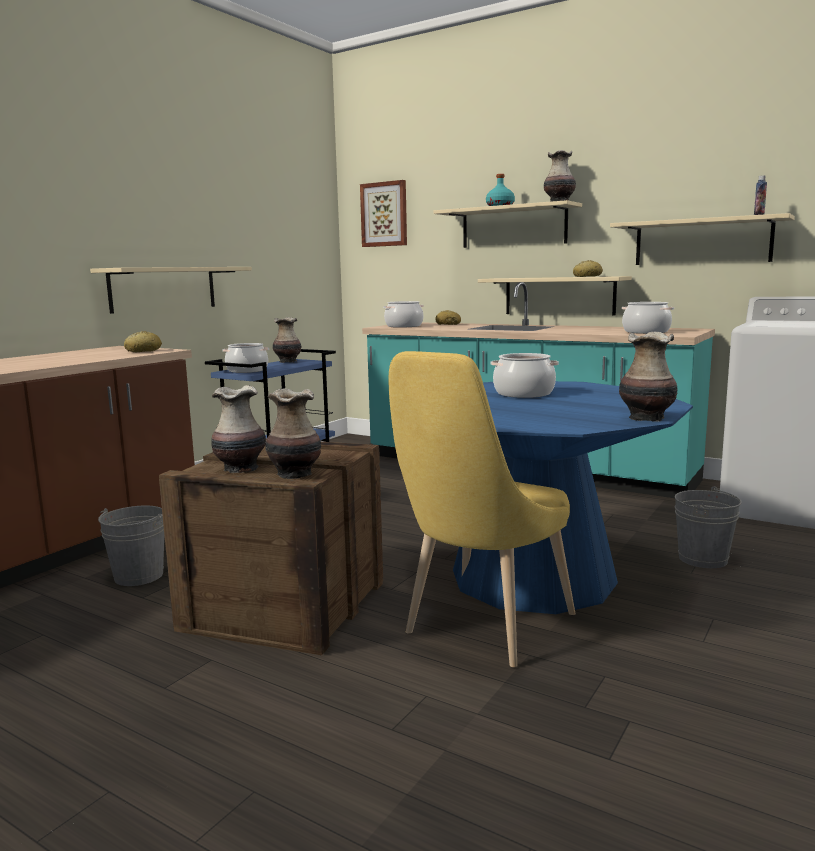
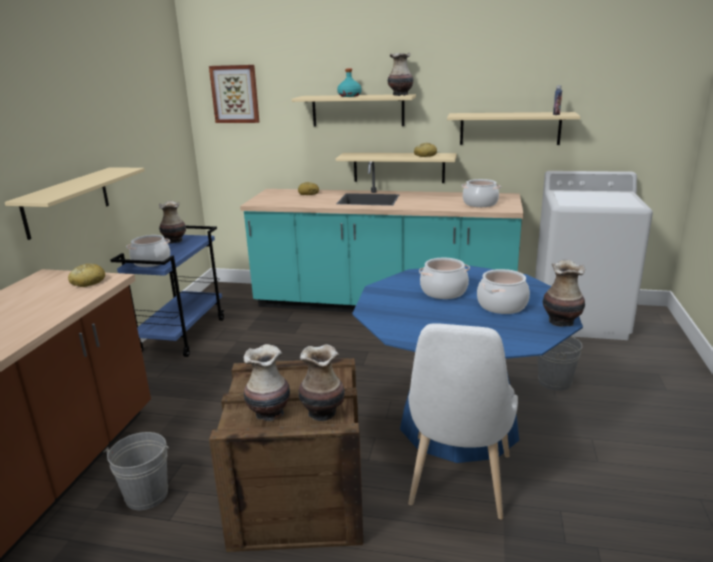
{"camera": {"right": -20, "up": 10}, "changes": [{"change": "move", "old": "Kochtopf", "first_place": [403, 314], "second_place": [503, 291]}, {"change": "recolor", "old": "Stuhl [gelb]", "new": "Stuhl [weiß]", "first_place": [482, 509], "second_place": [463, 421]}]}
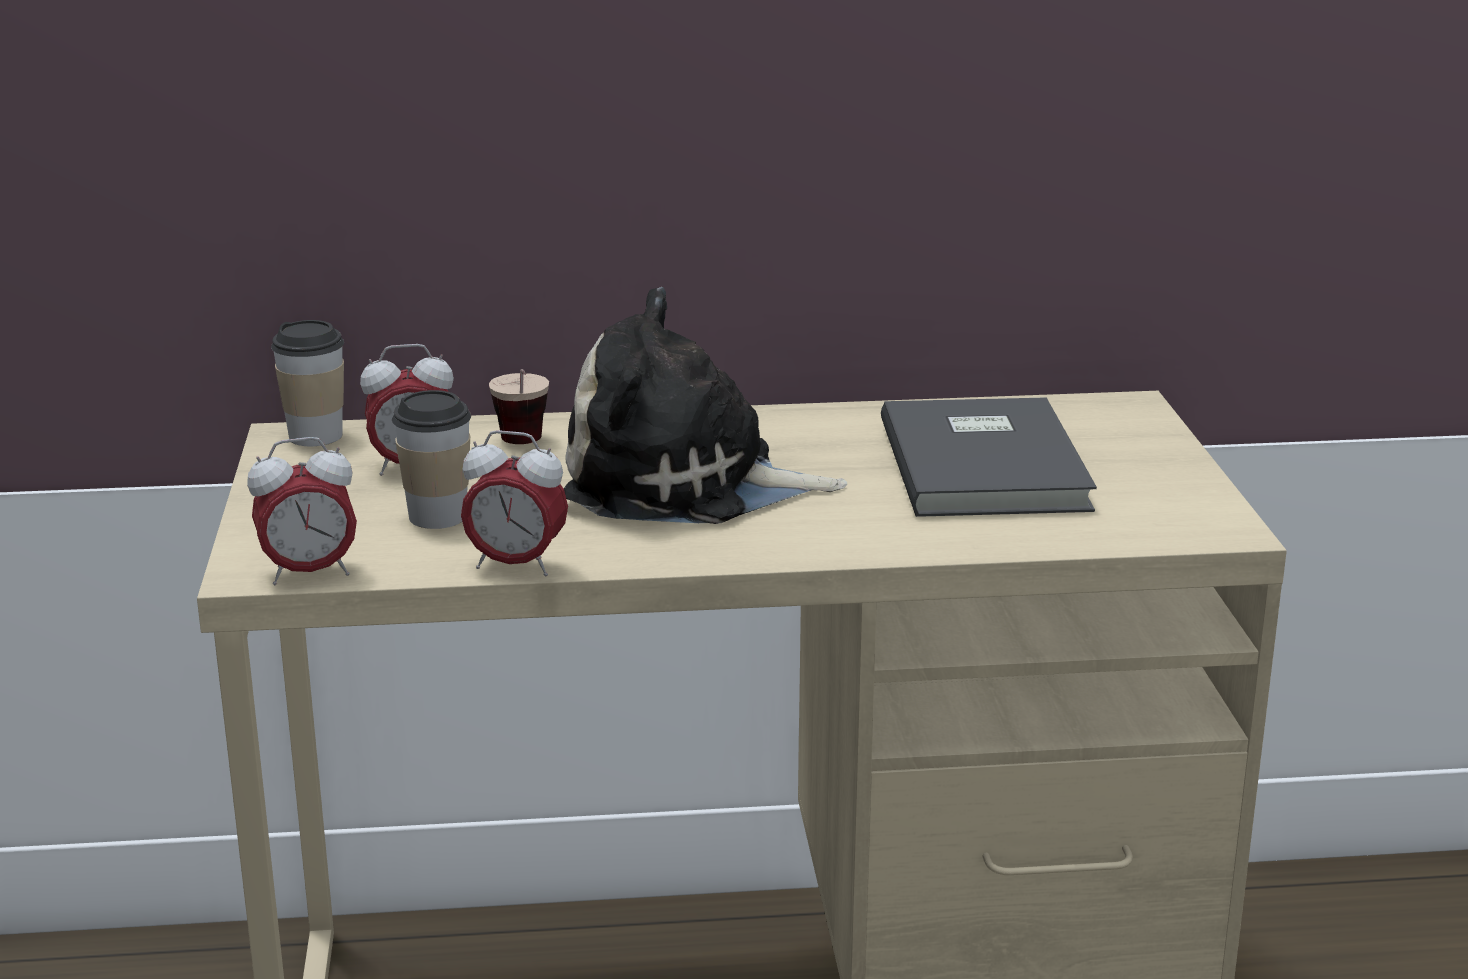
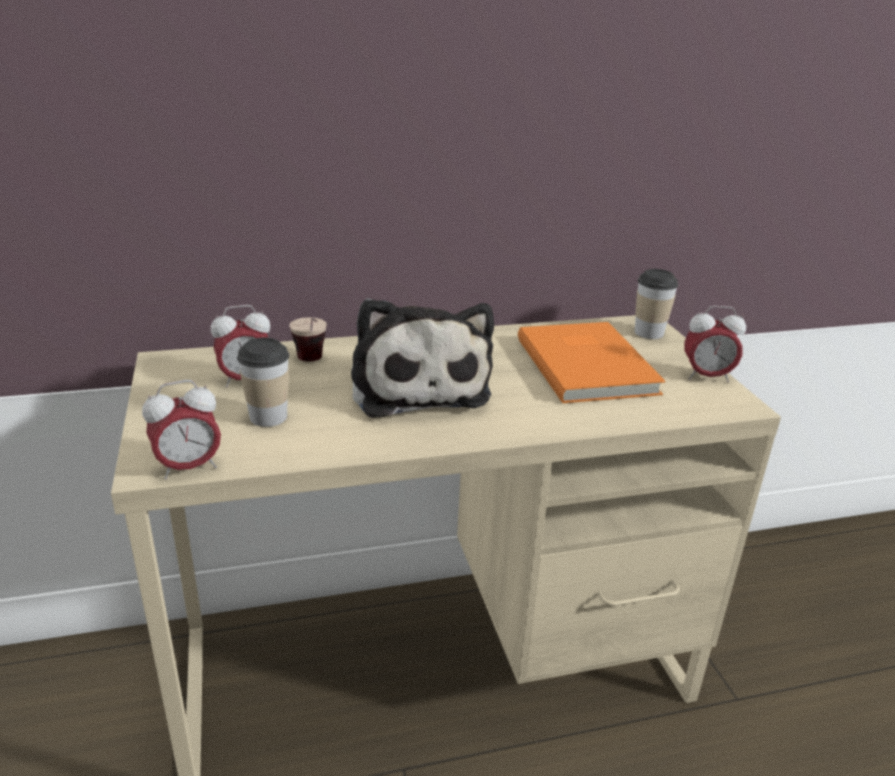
{"camera": {"right": -10, "up": 5}, "changes": [{"change": "move", "old": "Tasse", "first_place": [307, 383], "second_place": [656, 304]}, {"change": "move", "old": "Wecker", "first_place": [514, 503], "second_place": [715, 344]}, {"change": "recolor", "old": "Buch [grau]", "new": "Buch [orange]", "first_place": [989, 457], "second_place": [591, 362]}, {"change": "rotate", "old": "Plüschtier", "first_place": [705, 405], "second_place": [422, 358], "degrees": -105}]}
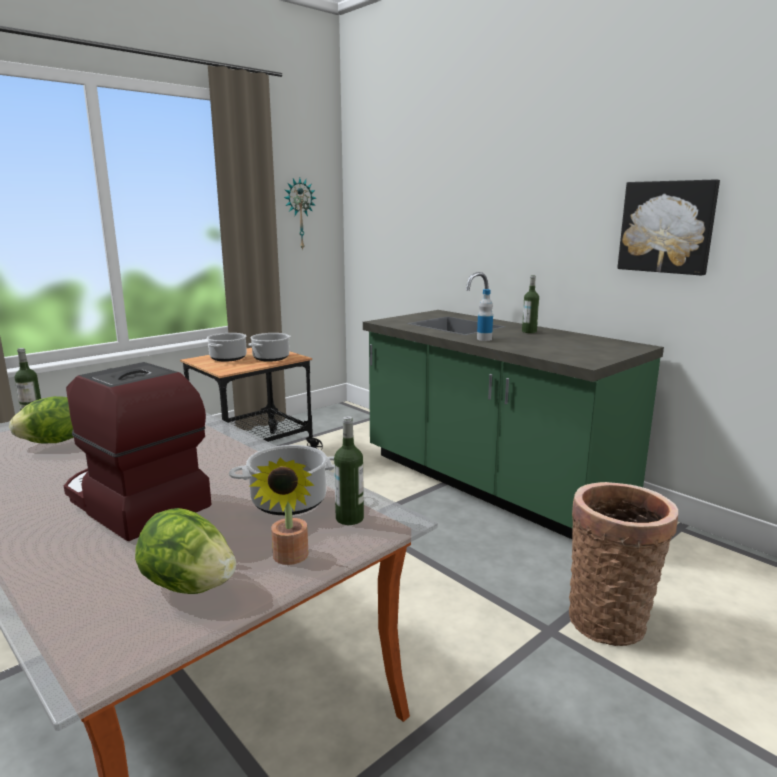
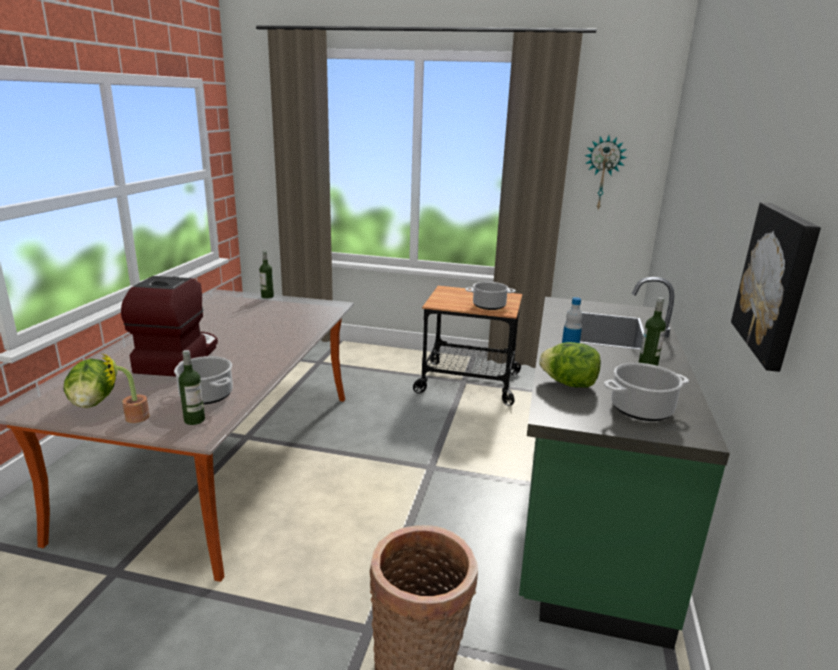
{"camera": {"right": 55, "up": 5}, "changes": [{"change": "move", "old": "Salatkopf", "first_place": [41, 420], "second_place": [570, 365]}, {"change": "move", "old": "Kochtopf", "first_place": [227, 347], "second_place": [646, 392]}]}
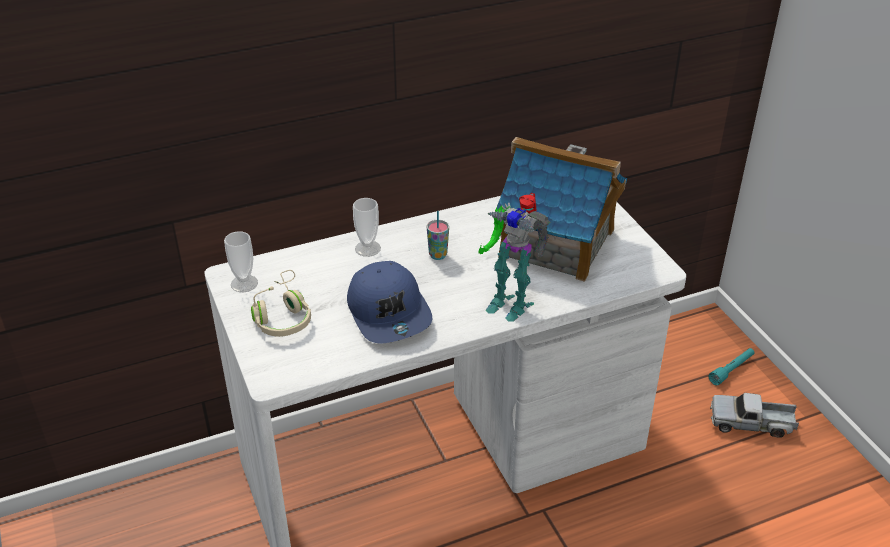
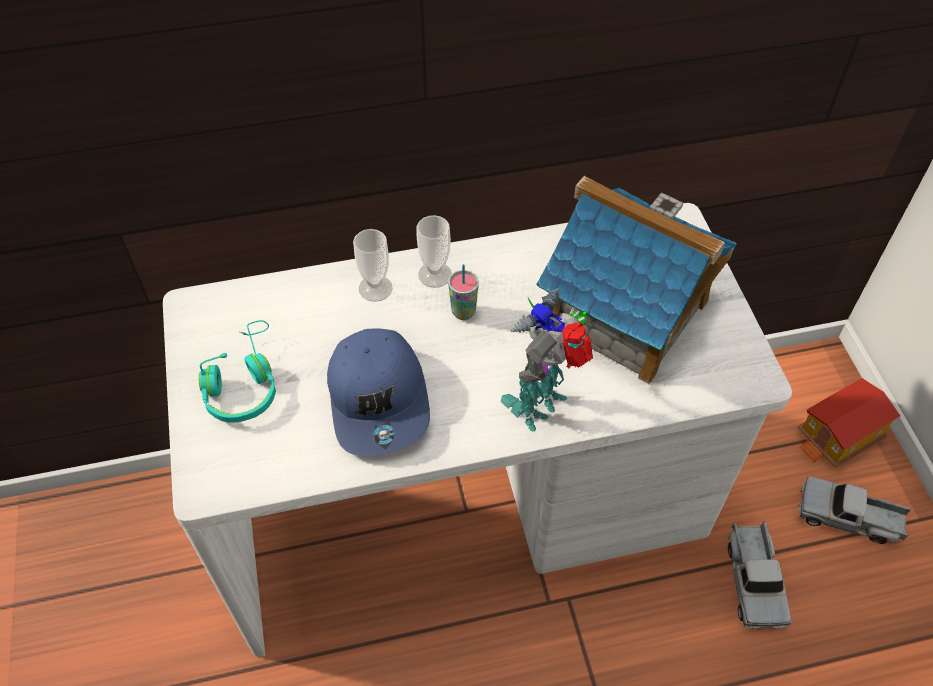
{"camera": {"right": 10, "up": 15}, "changes": [{"change": "insert", "new": "Spielzeuglaster", "second_place": [760, 575]}, {"change": "move", "old": "Tasse", "first_place": [241, 261], "second_place": [434, 251]}, {"change": "replace", "old": "Taschenlampe [türkis]", "new": "Spielzeughaus", "first_place": [731, 366], "second_place": [849, 423]}, {"change": "recolor", "old": "Kopfhörer [beige]", "new": "Kopfhörer [türkis]", "first_place": [281, 303], "second_place": [237, 371]}, {"change": "rotate", "old": "Spielzeugroboter", "first_place": [514, 257], "second_place": [547, 360], "degrees": 90}]}
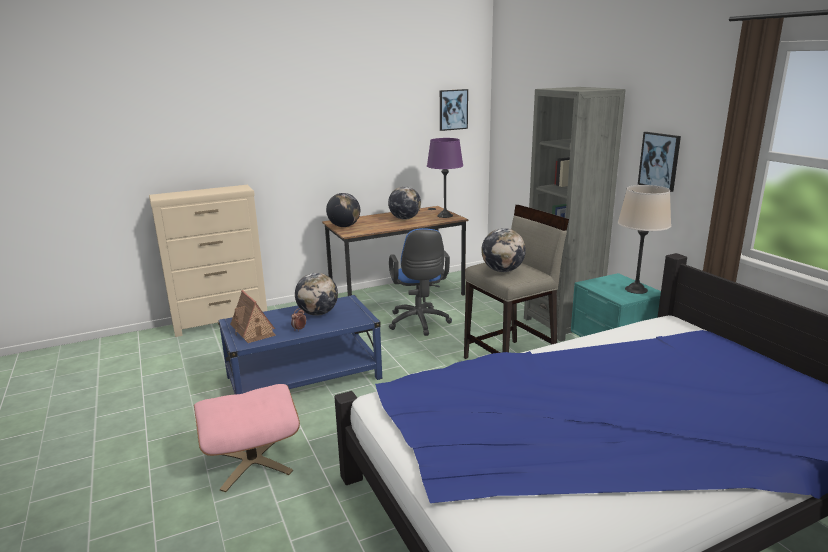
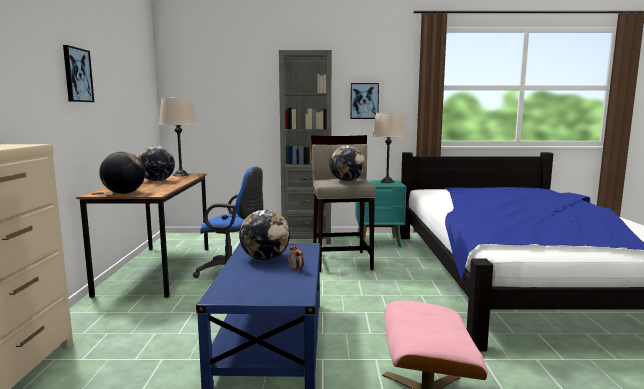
{"camera": {"right": -65, "up": -10}, "changes": [{"change": "delete", "old": "Spielzeughaus", "first_place": [253, 316]}, {"change": "move", "old": "Bild", "first_place": [454, 110], "second_place": [78, 73]}, {"change": "recolor", "old": "Tischlampe [lila]", "new": "Tischlampe [beige]", "first_place": [445, 178], "second_place": [178, 137]}]}
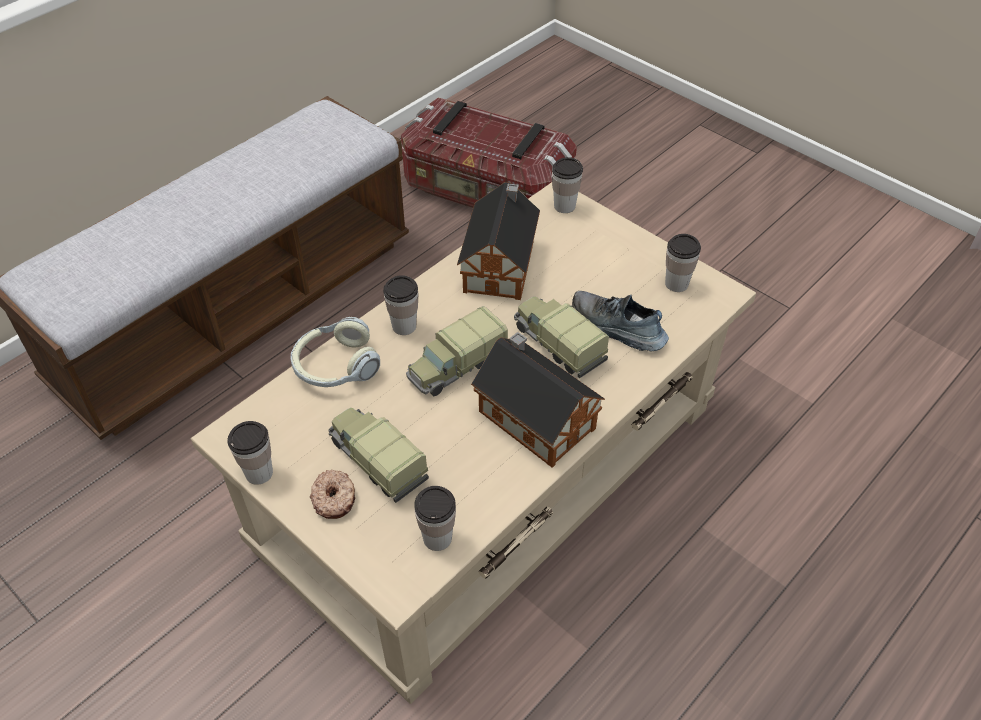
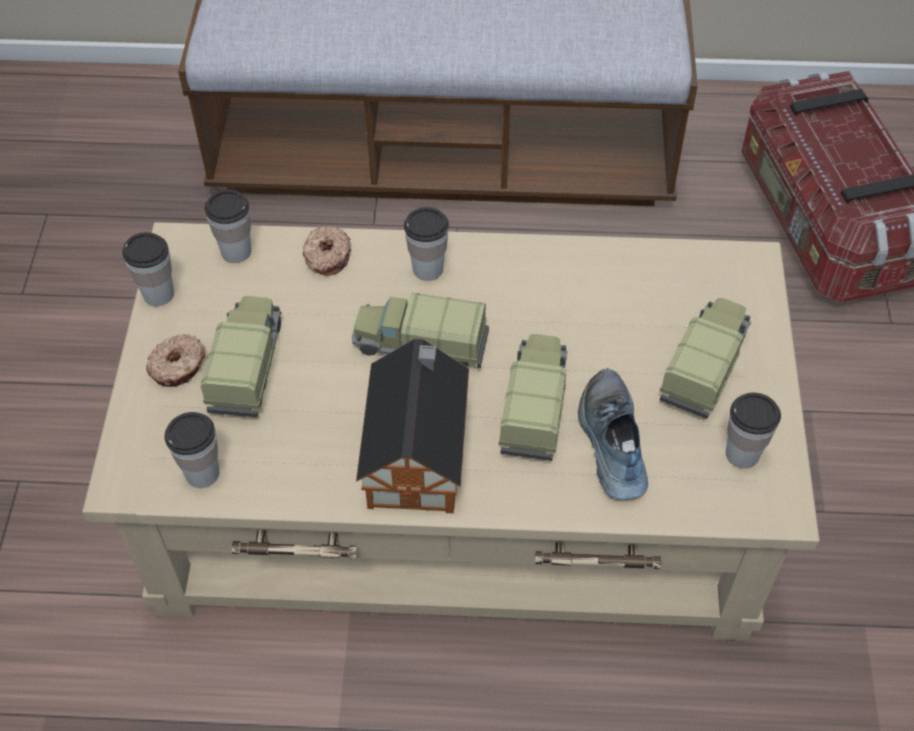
{"camera": {"right": 50, "up": 5}, "changes": [{"change": "delete", "old": "Spielzeughaus", "first_place": [498, 241]}, {"change": "insert", "new": "Spielzeuglaster", "second_place": [705, 358]}, {"change": "move", "old": "Tasse", "first_place": [567, 185], "second_place": [228, 226]}, {"change": "replace", "old": "Kopfhörer", "new": "Donut", "first_place": [335, 352], "second_place": [327, 251]}]}
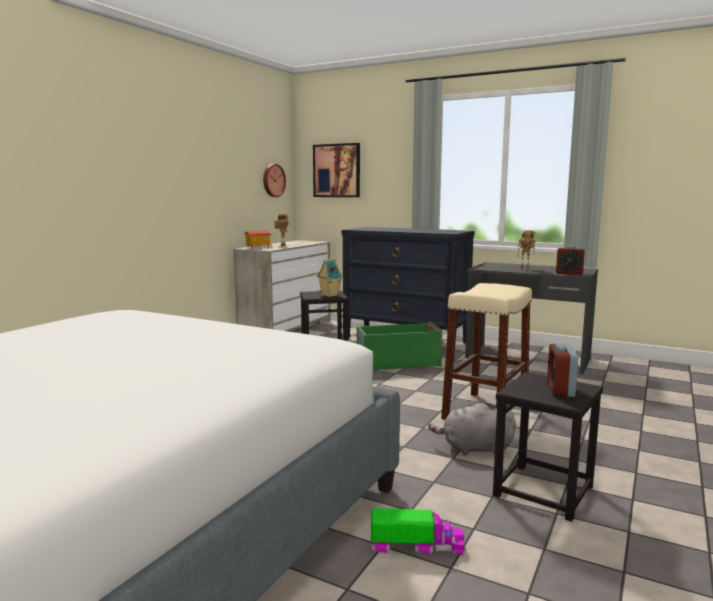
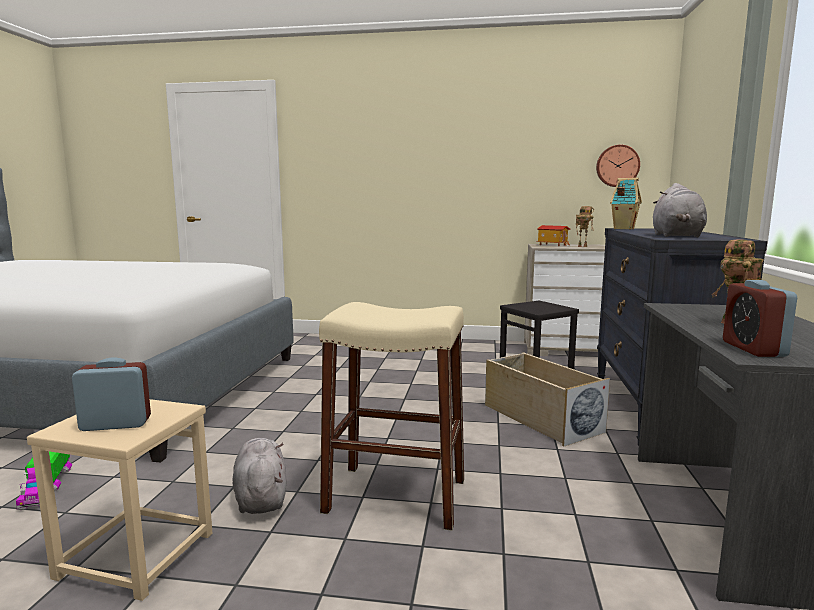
{"camera": {"right": 70, "up": 0}, "changes": [{"change": "delete", "old": "Bild", "first_place": [336, 170]}, {"change": "insert", "new": "Plüschtier [grau]", "second_place": [680, 210]}, {"change": "move", "old": "Spielzeughaus", "first_place": [330, 277], "second_place": [626, 204]}, {"change": "recolor", "old": "Aufbewahrungsbox [grün]", "new": "Aufbewahrungsbox [beige]", "first_place": [400, 345], "second_place": [547, 399]}, {"change": "recolor", "old": "Hocker [schwarz]", "new": "Hocker [beige]", "first_place": [548, 447], "second_place": [120, 500]}]}
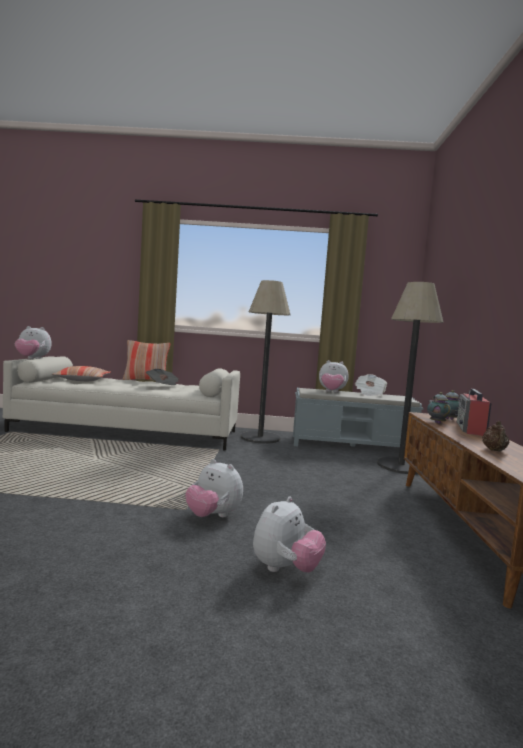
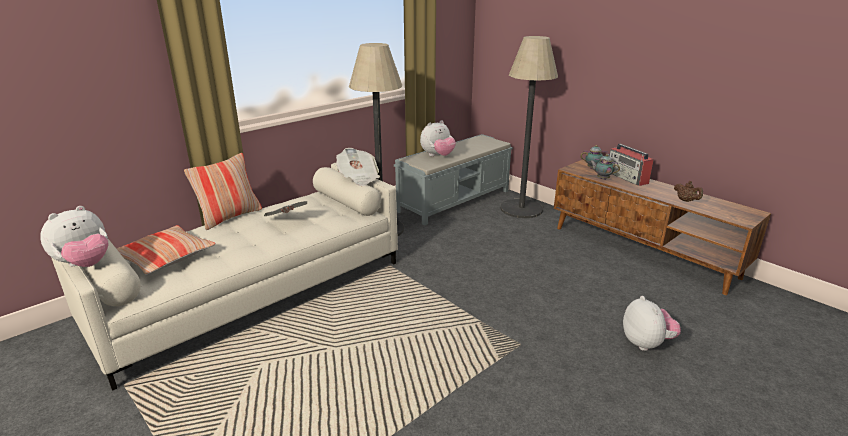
{"camera": {"right": -45, "up": 20}, "changes": [{"change": "delete", "old": "Plüschtier", "first_place": [214, 488]}, {"change": "move", "old": "Zeitung", "first_place": [371, 385], "second_place": [358, 167]}]}
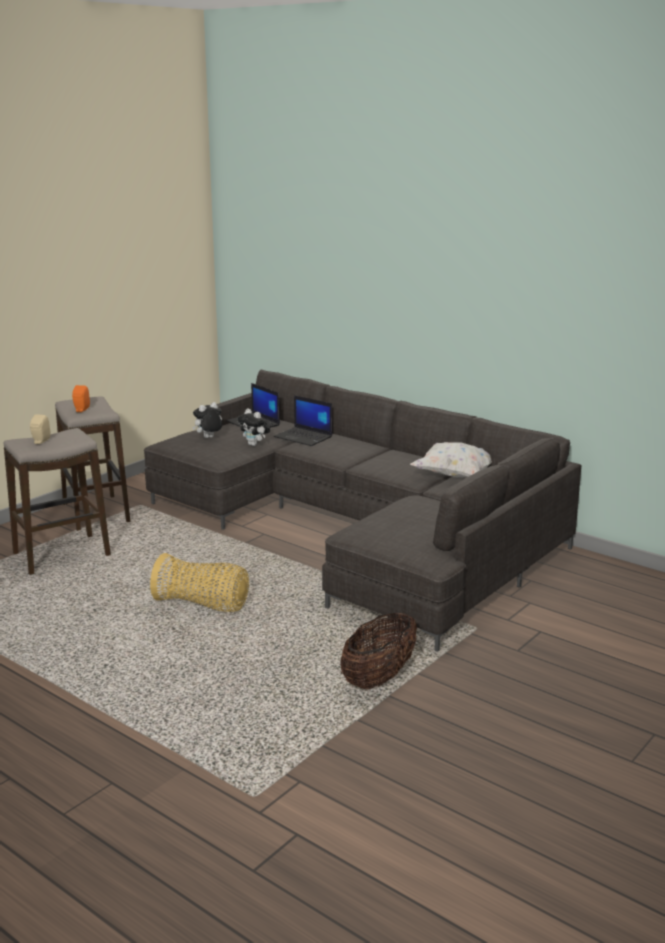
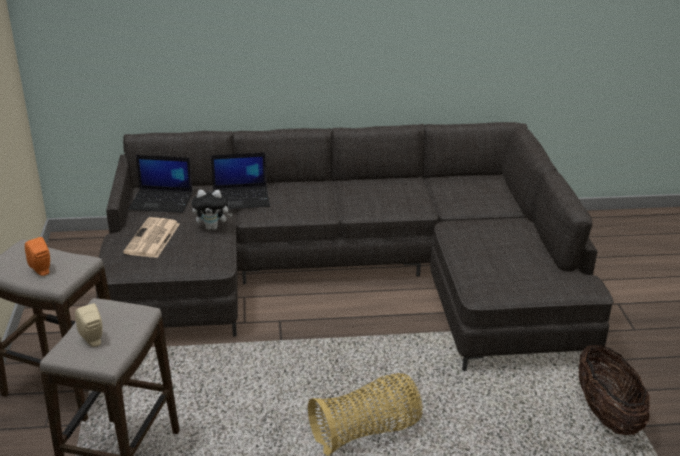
{"camera": {"right": -45, "up": 10}, "changes": [{"change": "delete", "old": "Kissen [weiß]", "first_place": [451, 459]}, {"change": "replace", "old": "Plüschtier", "new": "Zeitung", "first_place": [207, 420], "second_place": [151, 237]}]}
